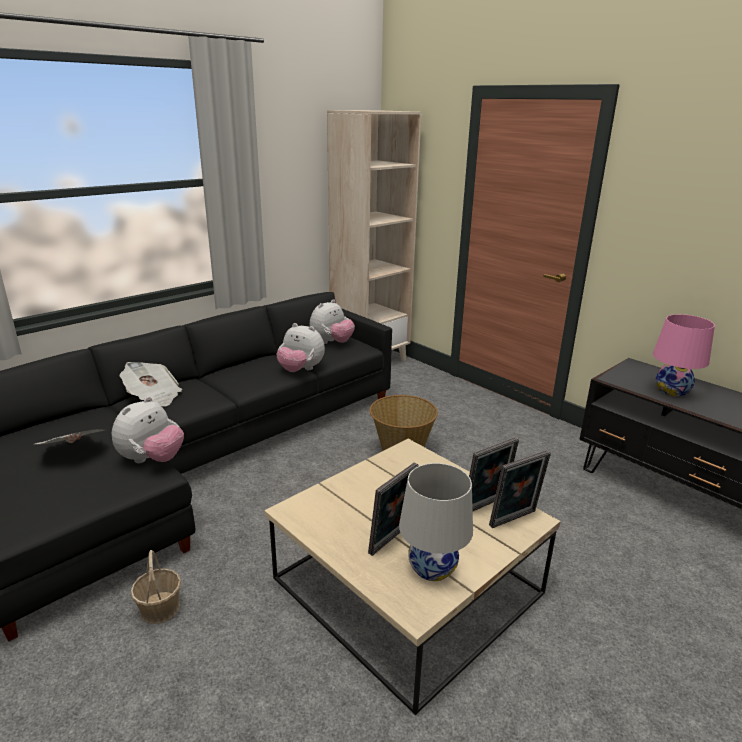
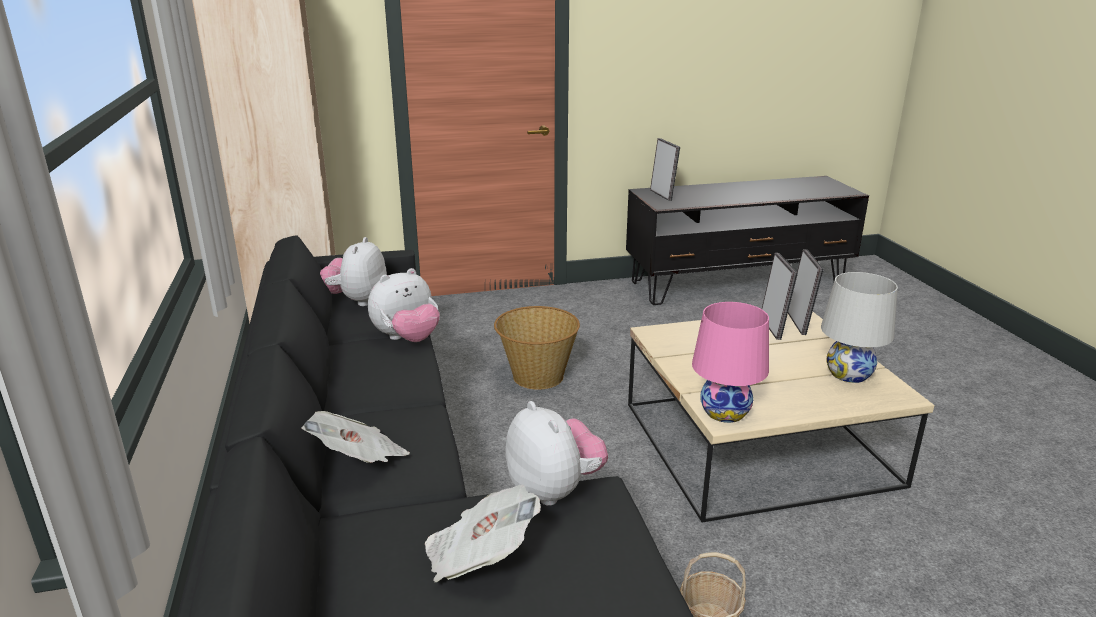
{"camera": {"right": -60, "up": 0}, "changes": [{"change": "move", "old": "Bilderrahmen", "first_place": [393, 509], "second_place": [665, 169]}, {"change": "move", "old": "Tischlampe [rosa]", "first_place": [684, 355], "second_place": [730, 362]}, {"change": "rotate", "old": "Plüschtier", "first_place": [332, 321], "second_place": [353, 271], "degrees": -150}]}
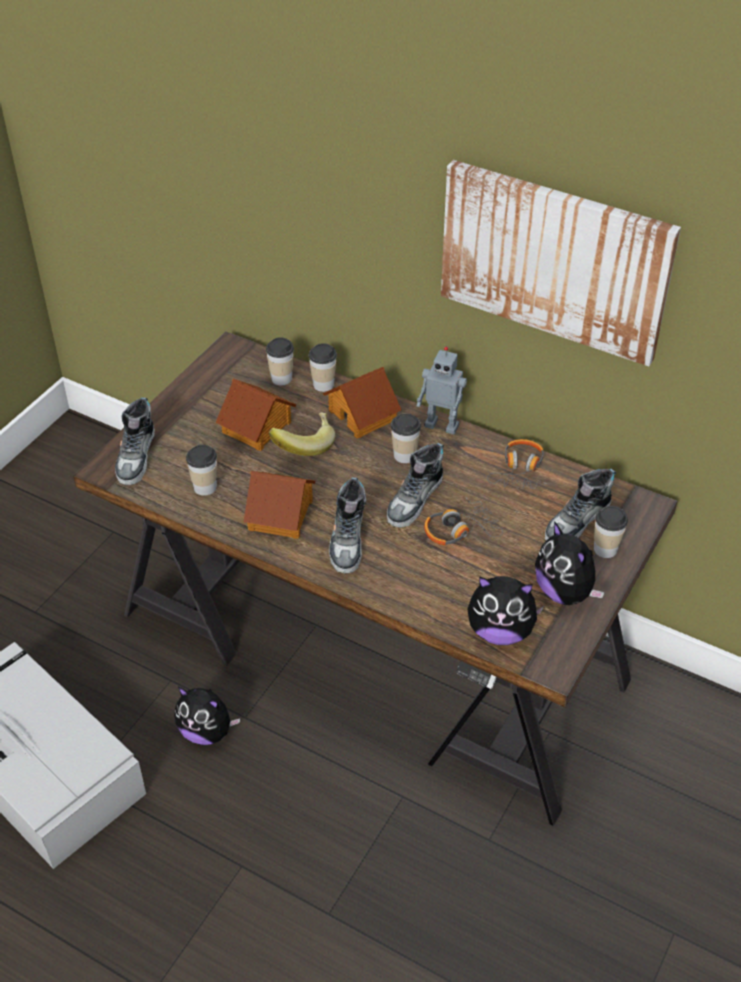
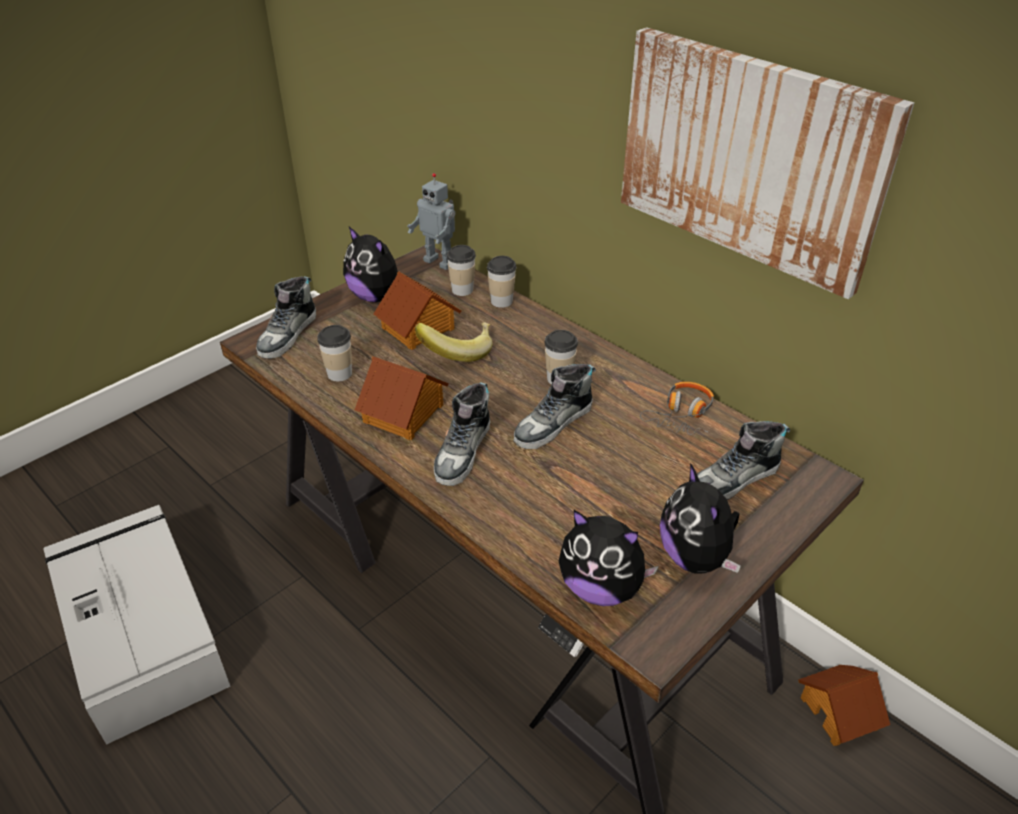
{"camera": {"right": 15, "up": -5}, "changes": [{"change": "delete", "old": "Kopfhörer", "first_place": [463, 521]}, {"change": "delete", "old": "Tasse", "first_place": [611, 532]}, {"change": "move", "old": "Plüschtier", "first_place": [207, 716], "second_place": [370, 264]}, {"change": "move", "old": "Spielzeughaus", "first_place": [362, 402], "second_place": [844, 705]}, {"change": "move", "old": "Spielzeugroboter", "first_place": [442, 390], "second_place": [431, 221]}]}
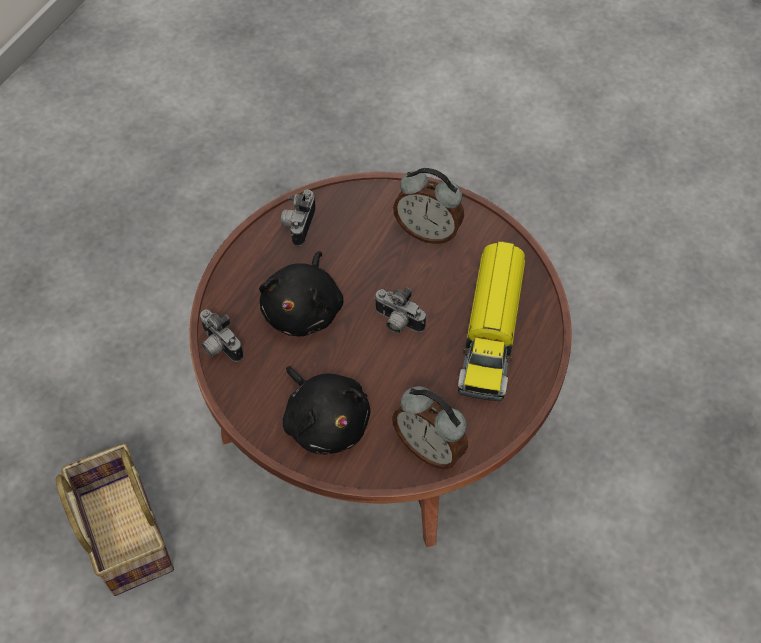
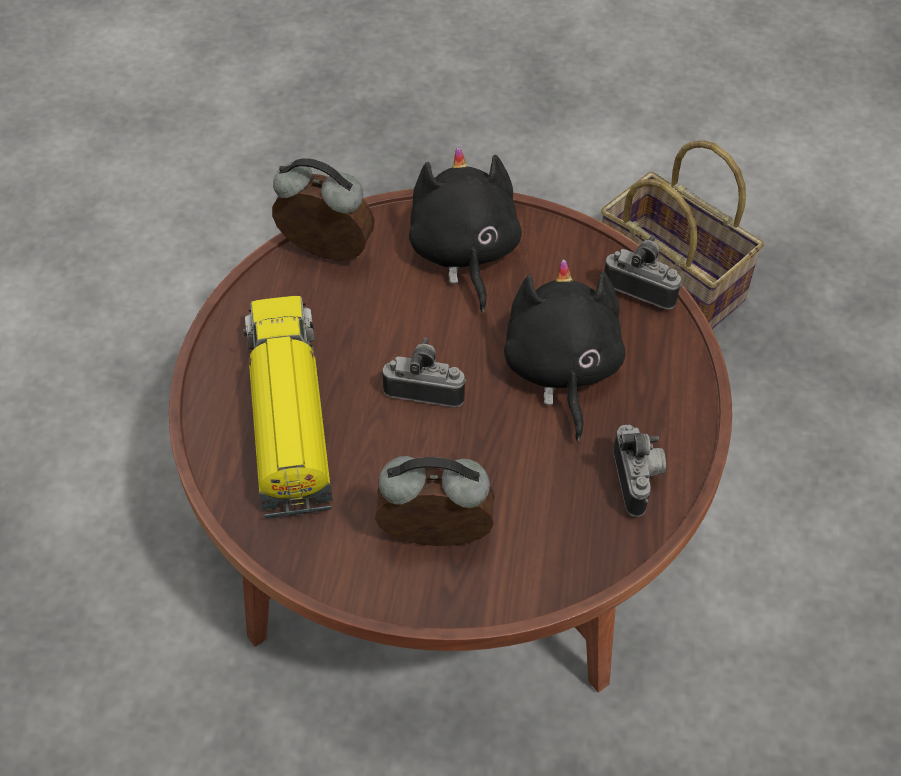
{"camera": {"right": 160, "up": -5}, "changes": [{"change": "rotate", "old": "Plüschtier [schwarz]", "first_place": [326, 410], "second_place": [465, 229], "degrees": 45}]}
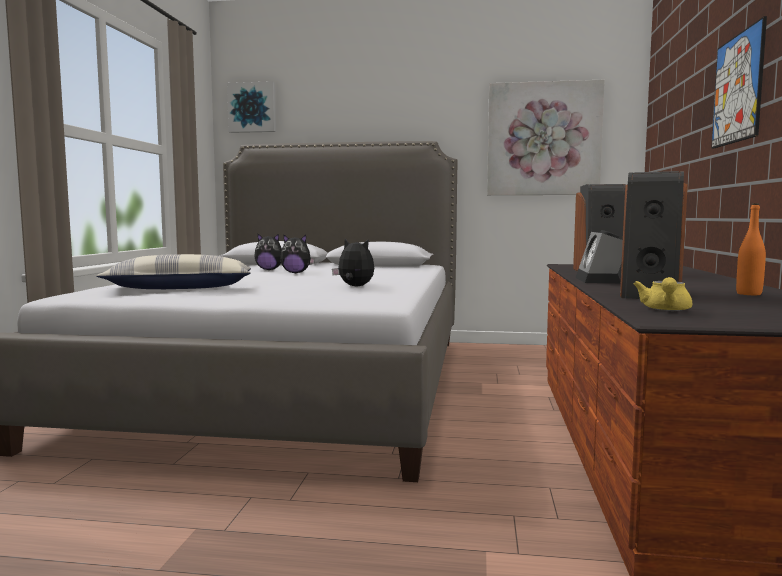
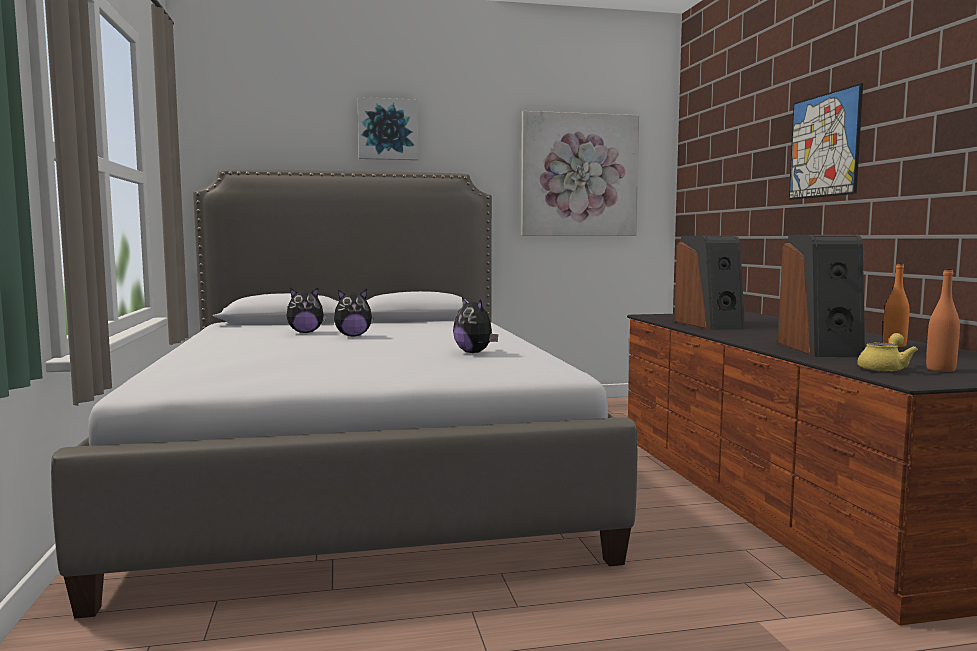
{"camera": {"right": -20, "up": 0}, "changes": [{"change": "delete", "old": "Kissen", "first_place": [173, 271]}, {"change": "delete", "old": "Wecker", "first_place": [599, 256]}, {"change": "insert", "new": "Flasche [orange]", "second_place": [943, 320]}, {"change": "move", "old": "Bild", "first_place": [251, 107], "second_place": [388, 128]}, {"change": "rotate", "old": "Plüschtier", "first_place": [353, 263], "second_place": [475, 325], "degrees": -135}, {"change": "rotate", "old": "Teekanne [gelb]", "first_place": [662, 294], "second_place": [887, 352], "degrees": -135}]}
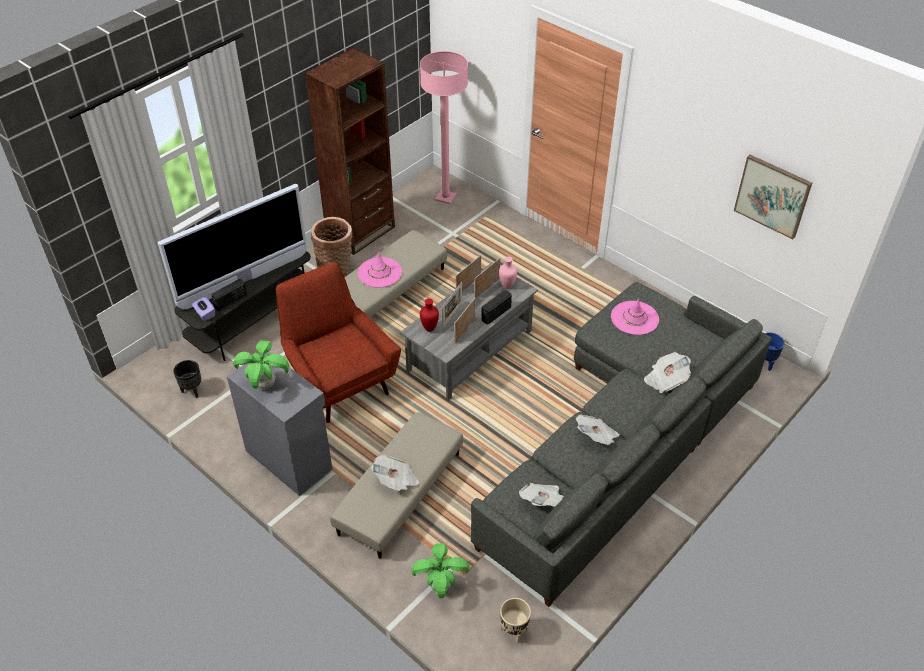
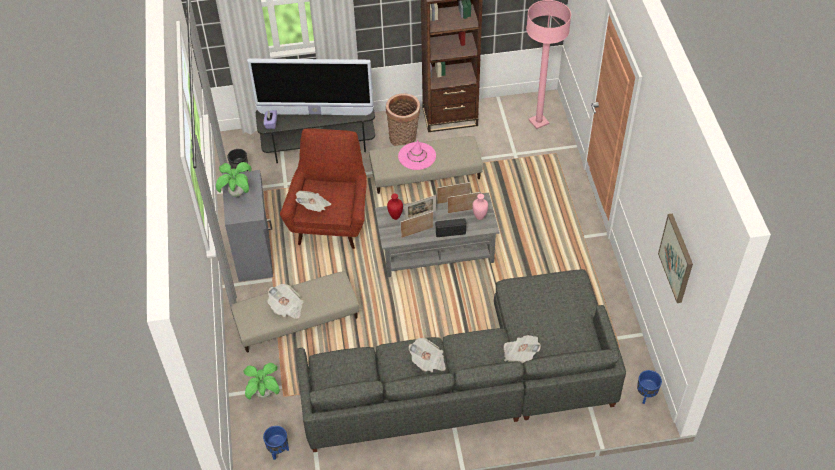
{"camera": {"right": 40, "up": 5}, "changes": [{"change": "delete", "old": "Radio", "first_place": [229, 295]}, {"change": "delete", "old": "Hut [rosa]", "first_place": [635, 316]}, {"change": "move", "old": "Zeitung", "first_place": [541, 495], "second_place": [313, 201]}, {"change": "recolor", "old": "Pflanzkübel [beige]", "new": "Pflanzkübel [blau]", "first_place": [515, 620], "second_place": [276, 443]}]}
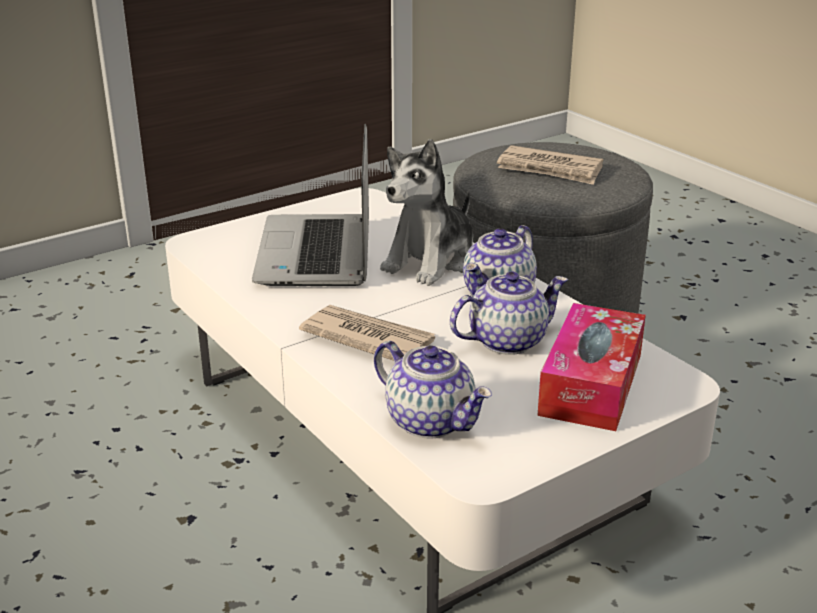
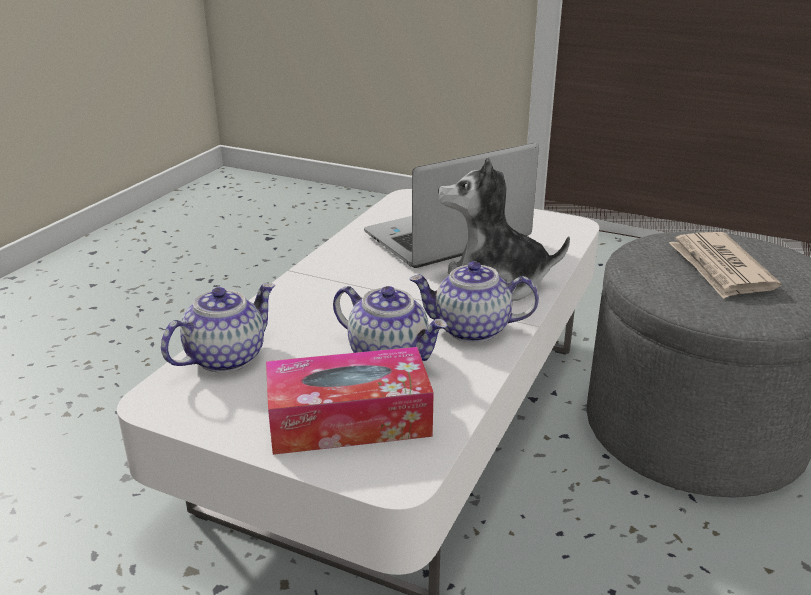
{"camera": {"right": 60, "up": 0}, "changes": [{"change": "delete", "old": "Zeitung", "first_place": [367, 333]}, {"change": "rotate", "old": "Teekanne", "first_place": [433, 390], "second_place": [218, 328], "degrees": -150}]}
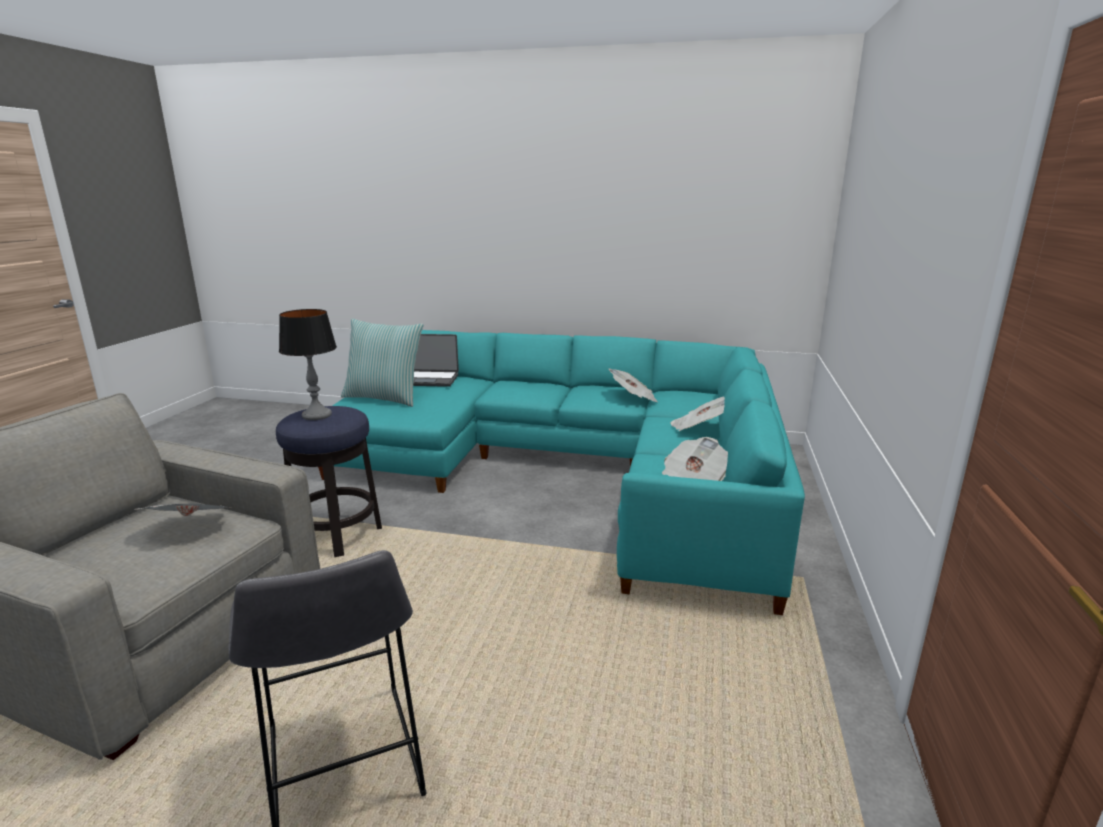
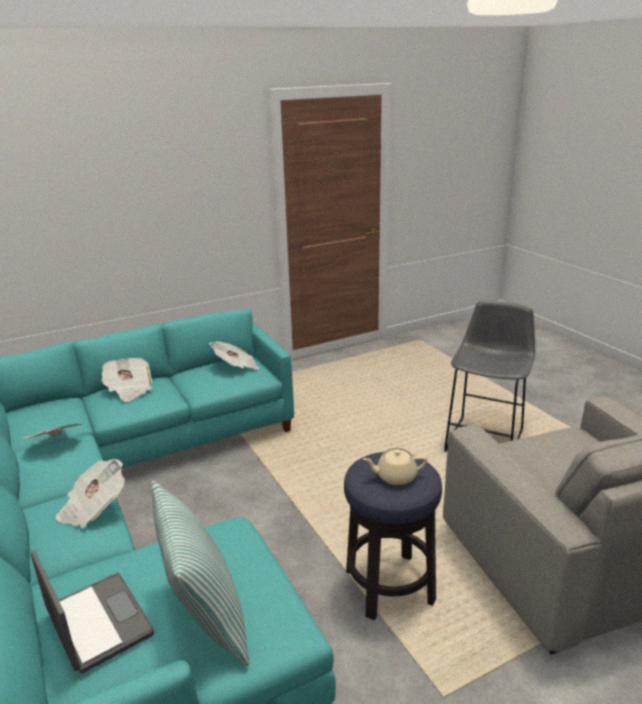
{"camera": {"right": -130, "up": 5}, "changes": [{"change": "move", "old": "Zeitung", "first_place": [182, 510], "second_place": [90, 493]}, {"change": "replace", "old": "Tischlampe", "new": "Teekanne [beige]", "first_place": [308, 364], "second_place": [395, 466]}]}
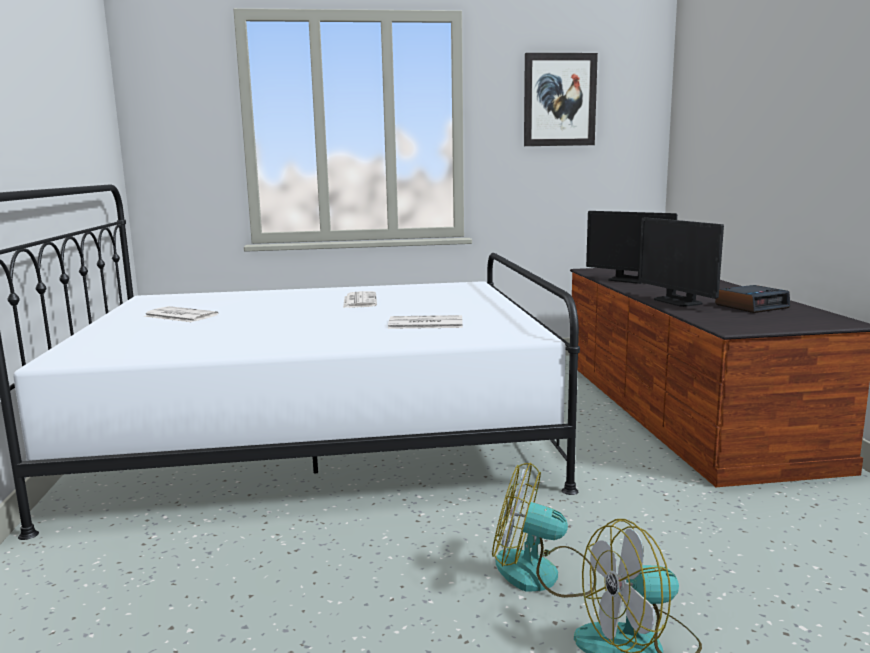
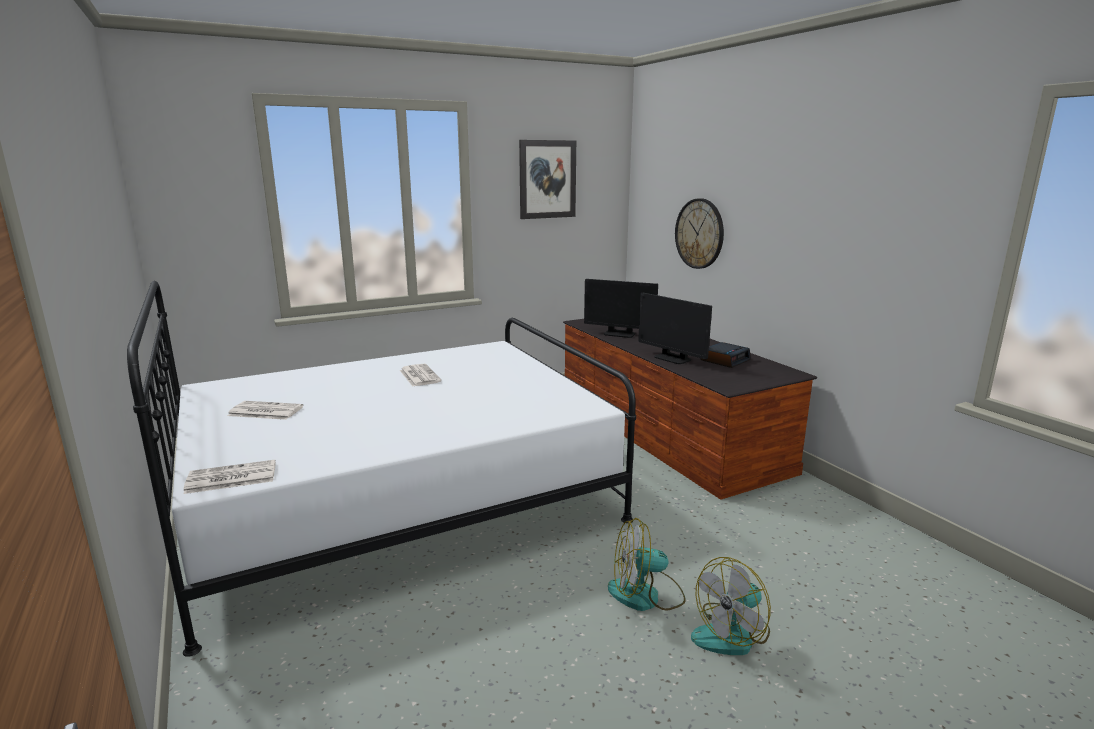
{"camera": {"right": -20, "up": 5}, "changes": [{"change": "insert", "new": "Wanduhr", "second_place": [699, 233]}, {"change": "move", "old": "Zeitung", "first_place": [425, 322], "second_place": [229, 477]}]}
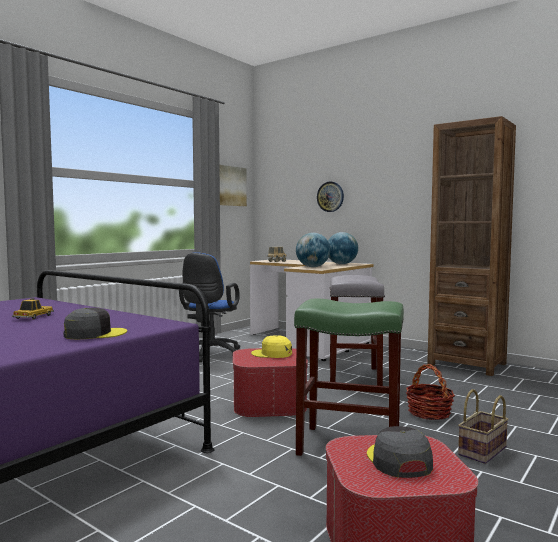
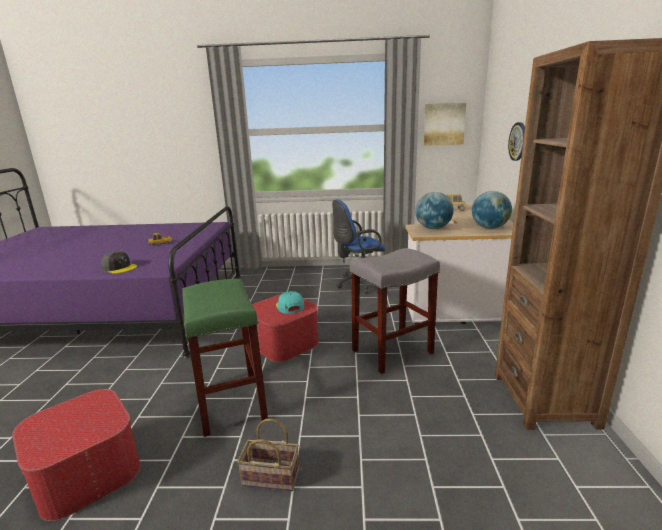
{"camera": {"right": 55, "up": 15}, "changes": [{"change": "delete", "old": "Kappe [grau]", "first_place": [400, 452]}, {"change": "delete", "old": "Korb", "first_place": [430, 392]}, {"change": "recolor", "old": "Kappe [gelb]", "new": "Kappe [türkis]", "first_place": [271, 346], "second_place": [290, 302]}]}
